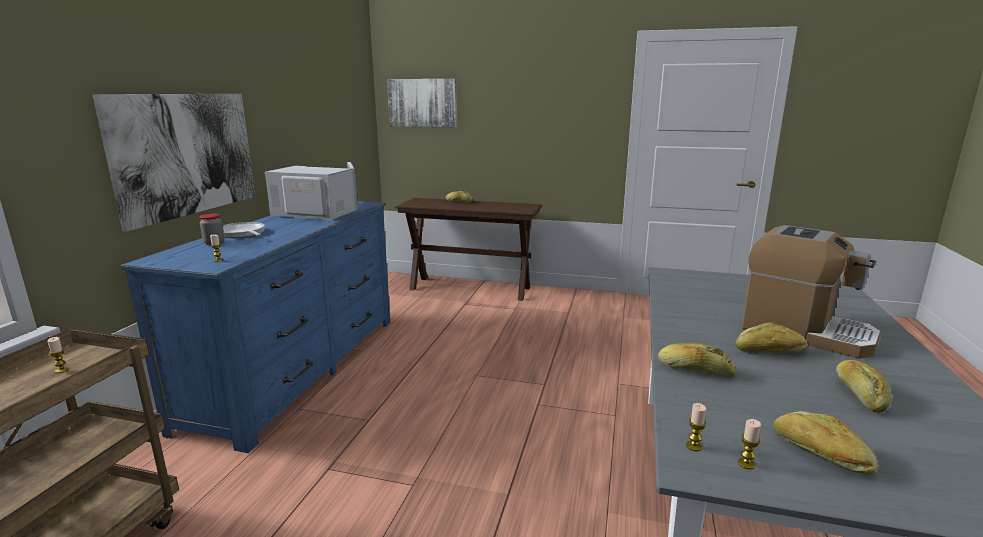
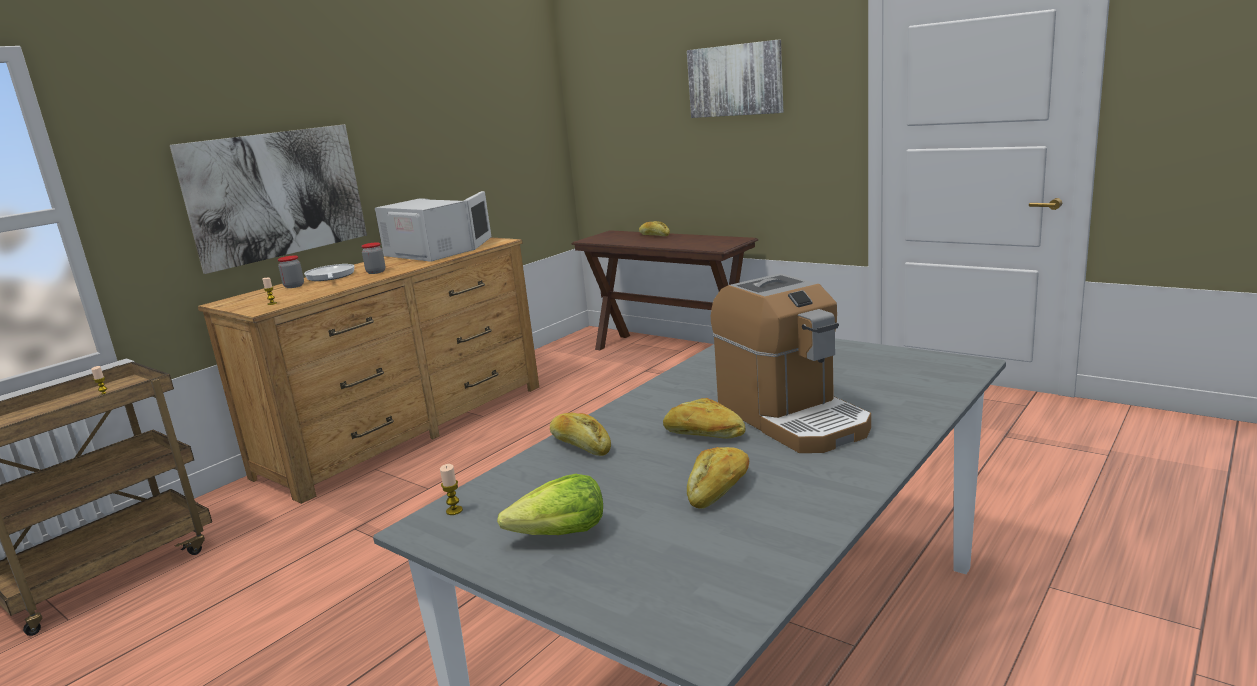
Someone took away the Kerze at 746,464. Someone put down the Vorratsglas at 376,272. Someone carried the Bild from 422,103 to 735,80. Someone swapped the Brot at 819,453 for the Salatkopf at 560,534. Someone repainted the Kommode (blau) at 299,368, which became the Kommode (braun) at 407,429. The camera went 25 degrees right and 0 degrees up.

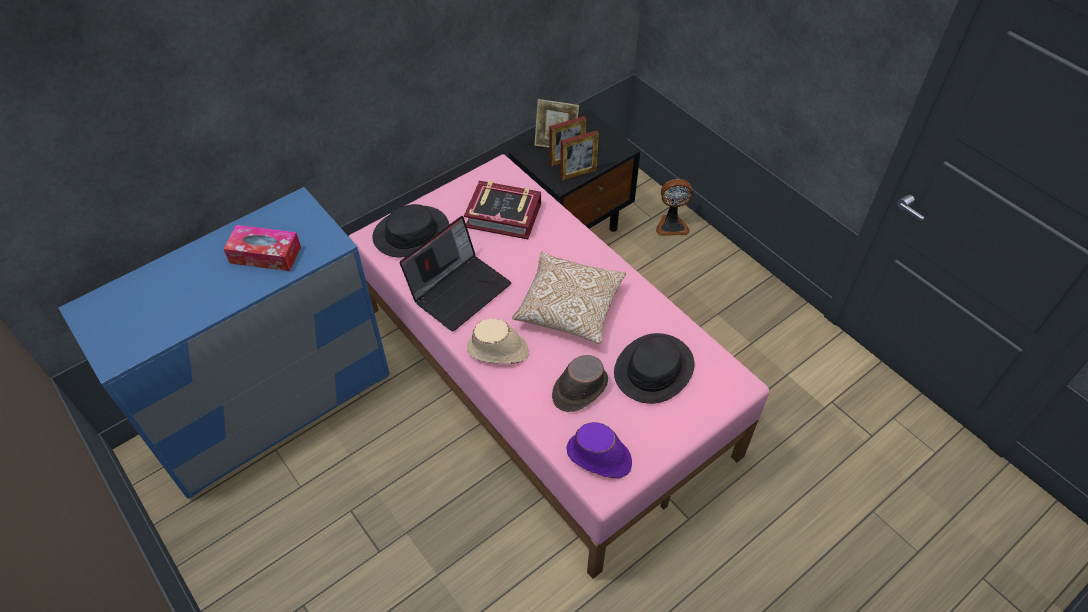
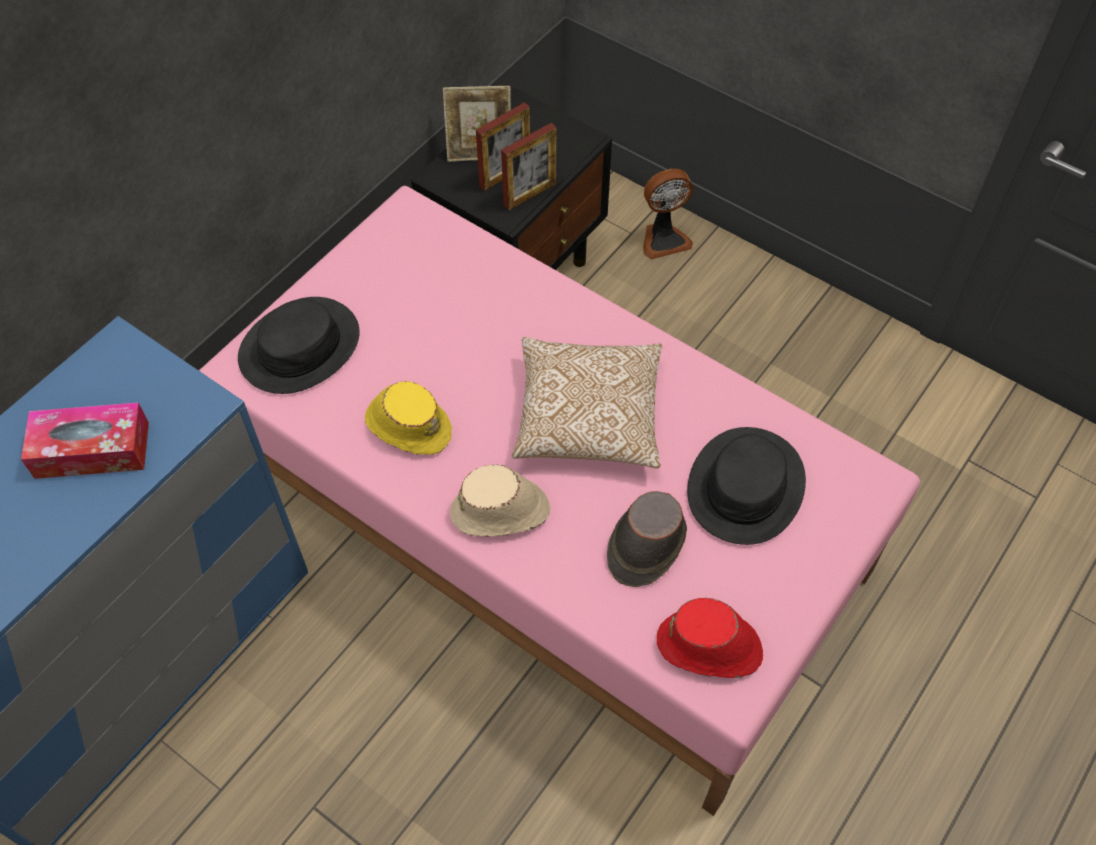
Someone took away the Buch at 503,215. Someone swapped the Laptop at 459,289 for the Hut (gelb) at 408,425. Someone repainted the Hut (lila) at 599,457, which became the Hut (rot) at 710,647. The camera went 15 degrees left and 5 degrees up.

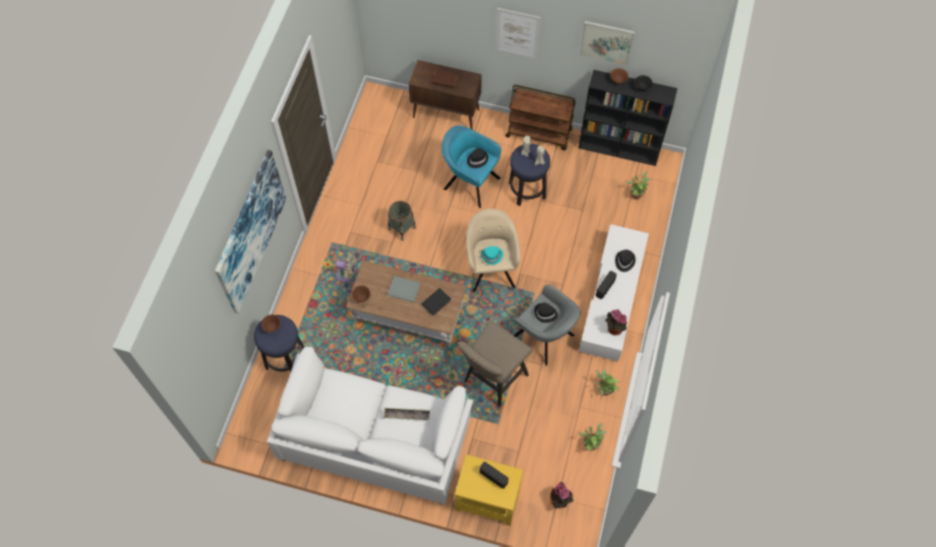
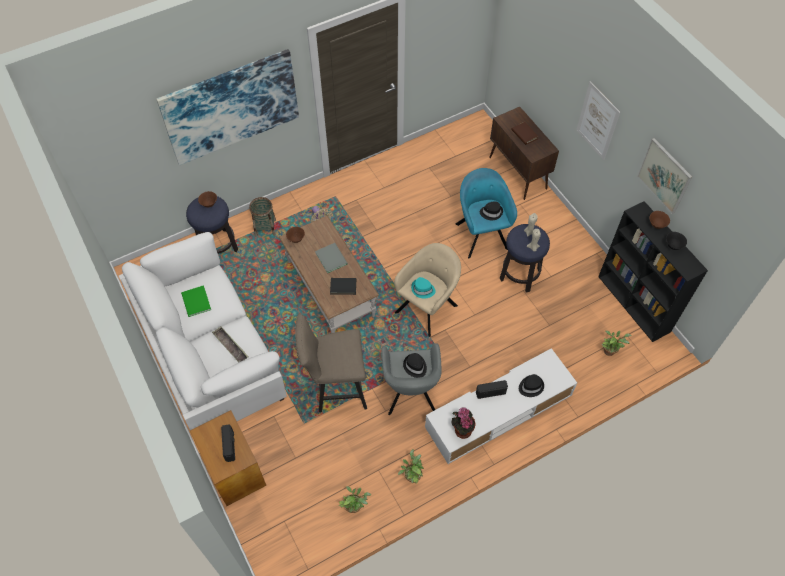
Someone took away the Rollwagen (braun) at 539,133. Someone took away the Topfpflanze at 560,501. Someone put down the Buch (grün) at 195,302. Someone carried the Korb from 402,228 to 265,228. Someone repainted the Beistelltisch (gelb) at 487,498, which became the Beistelltisch (braun) at 234,469. The camera went 45 degrees right and 5 degrees down.

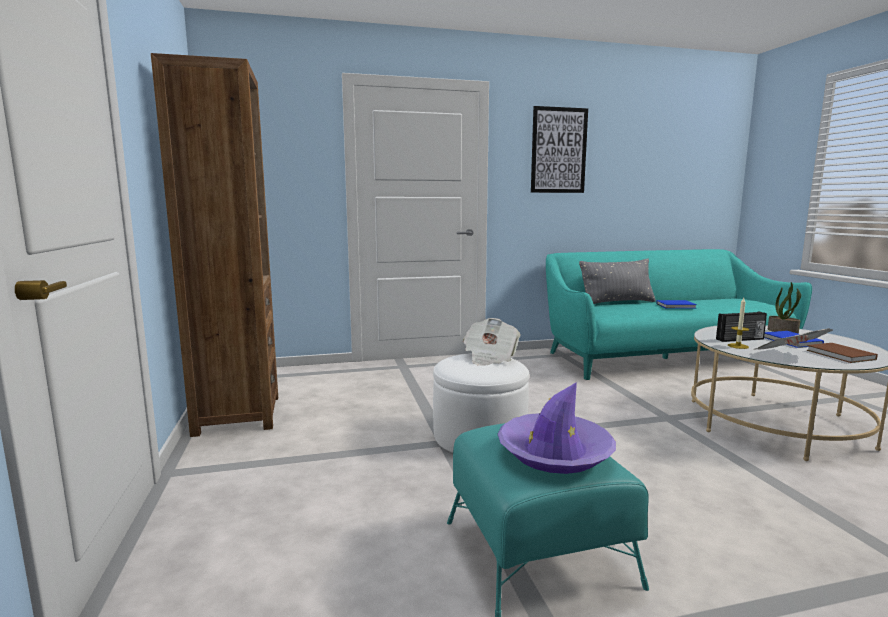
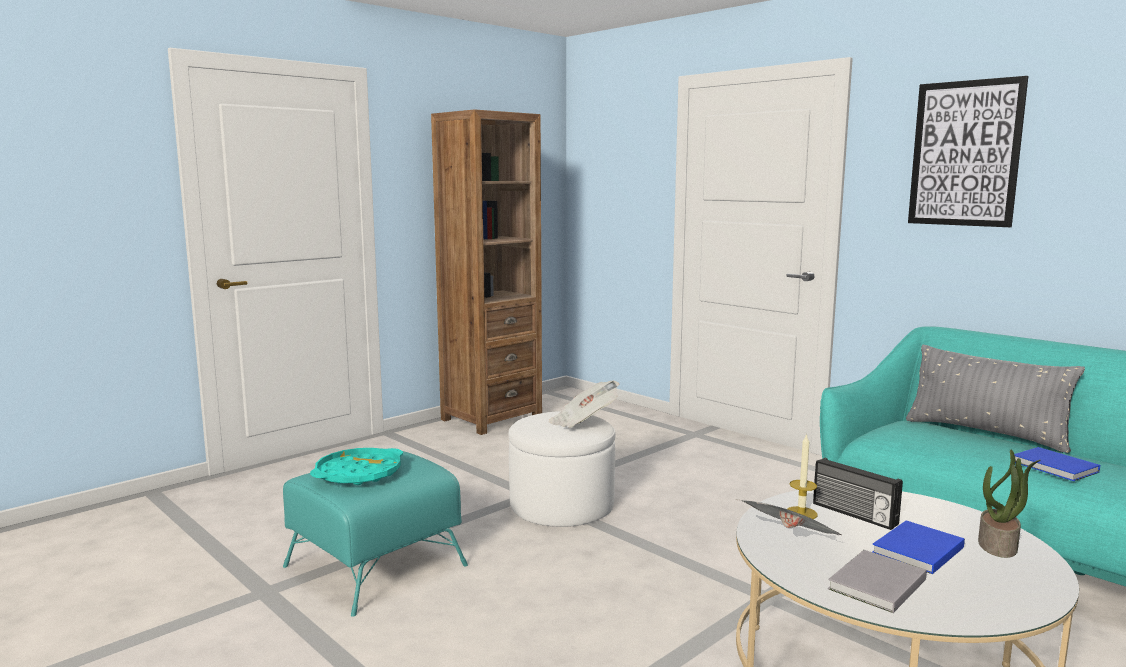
Someone swapped the Hut (lila) at 554,452 for the Tablett (türkis) at 358,473. Someone repainted the Buch (braun) at 841,355, which became the Buch (grau) at 874,585. The camera went 60 degrees right and 0 degrees up.

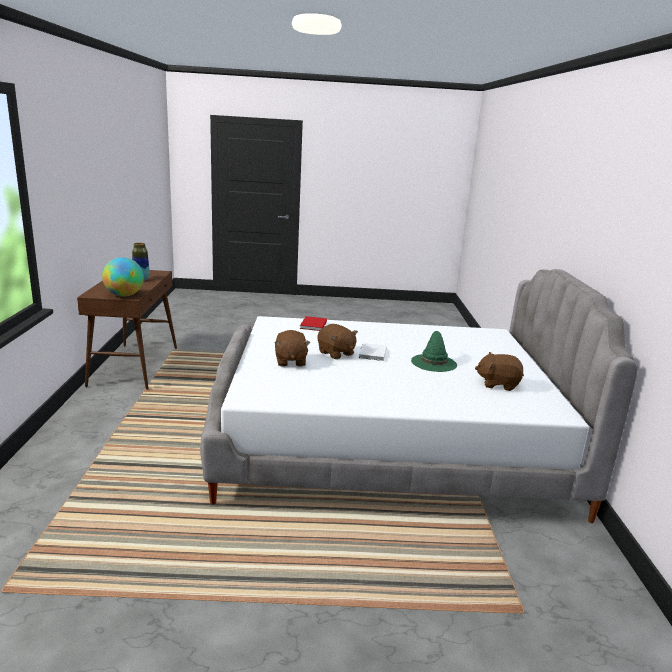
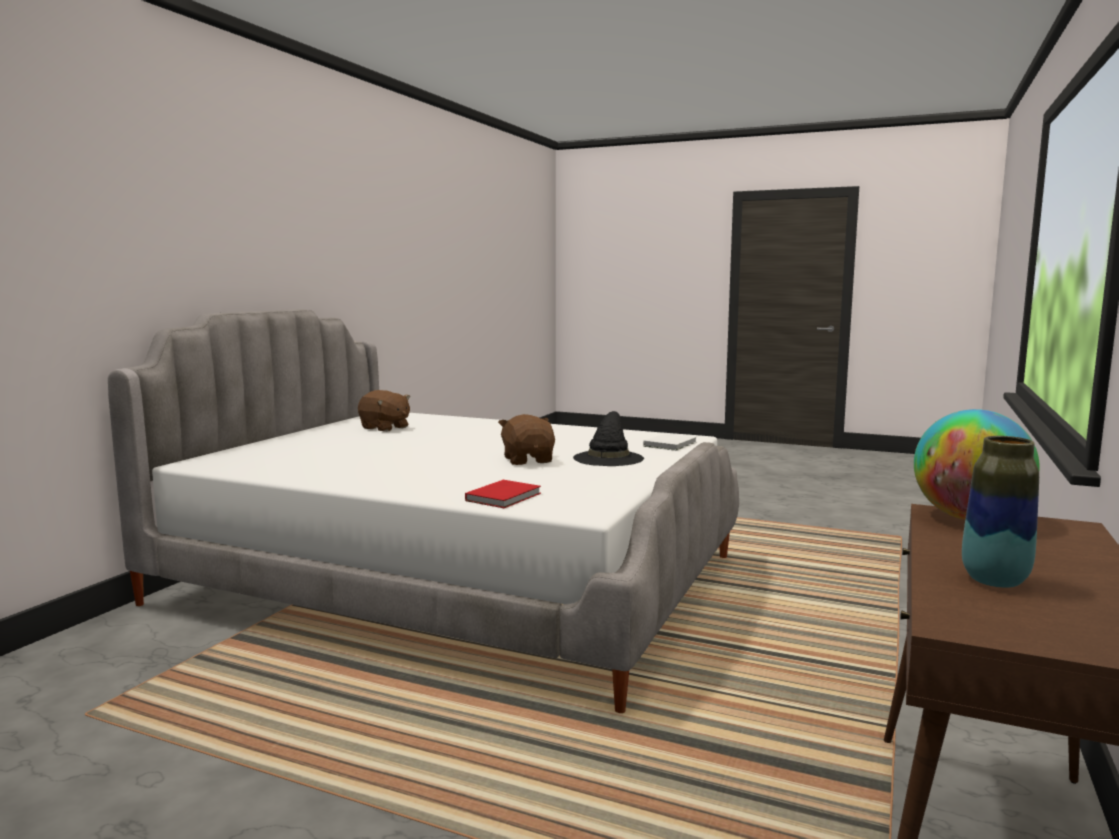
Someone took away the Hut (grün) at 433,362. Someone carried the Buch (weiß) from 372,353 to 671,444. Someone swapped the Plüschtier (braun) at 290,361 for the Hut (schwarz) at 608,458. The camera went 155 degrees left and 10 degrees down.

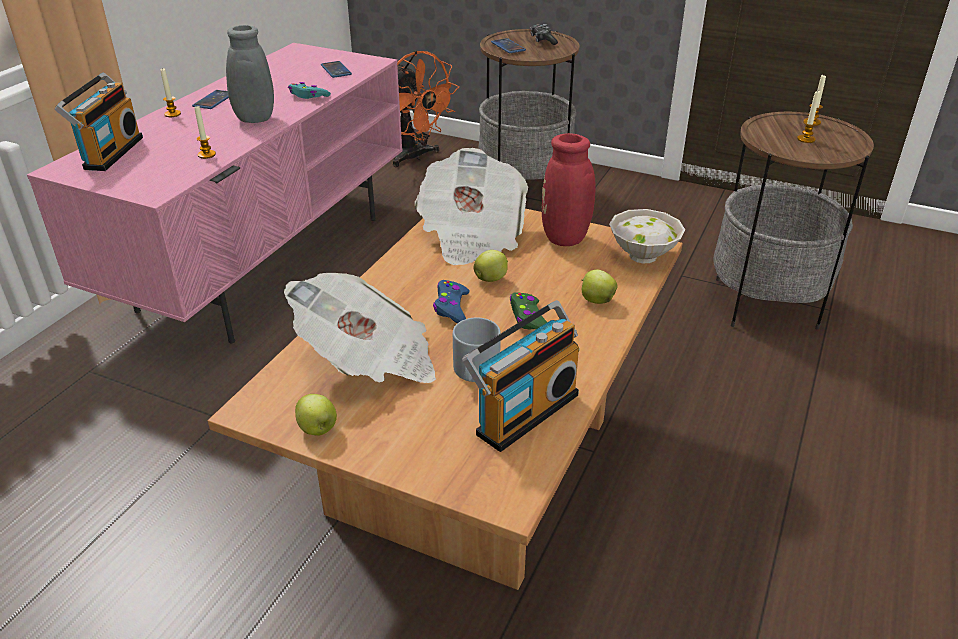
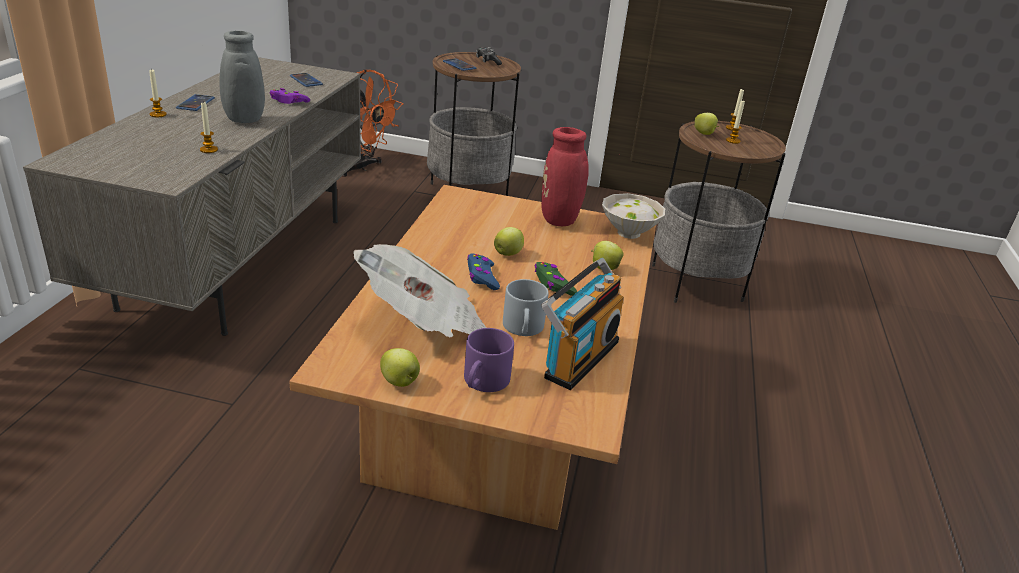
Someone took away the Radio at 110,153. Someone took away the Zeitung at 471,235. Someone put down the Henkelbecher (lila) at 484,383. Someone put down the Apfel at 704,134. Someone repainted the Fernsehschrank (rosa) at 264,260, which became the Fernsehschrank (grau) at 238,260. Someone repainted the Gamepad (türkis) at 308,96, which became the Gamepad (lila) at 288,101. The camera went 15 degrees left and 5 degrees down.

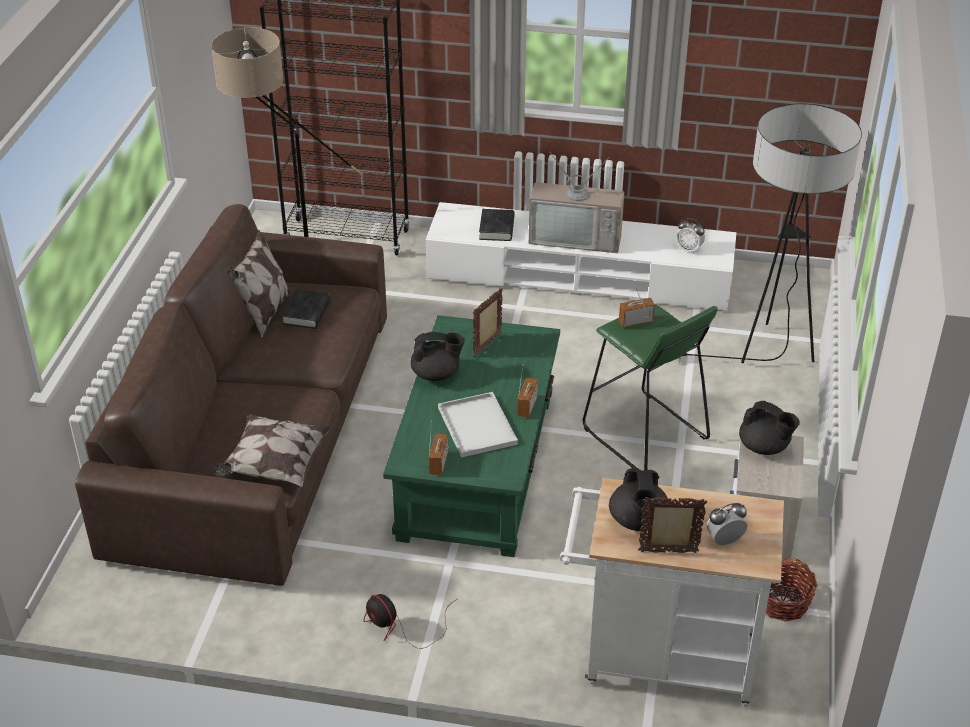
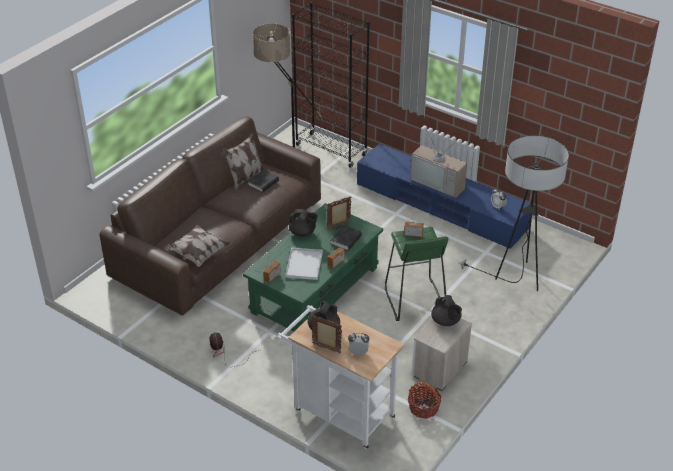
Someone carried the Buch (schwarz) from 496,229 to 346,240. Someone repainted the Fernsehschrank (weiß) at 580,277, which became the Fernsehschrank (blau) at 441,206. The camera went 25 degrees right and 0 degrees up.

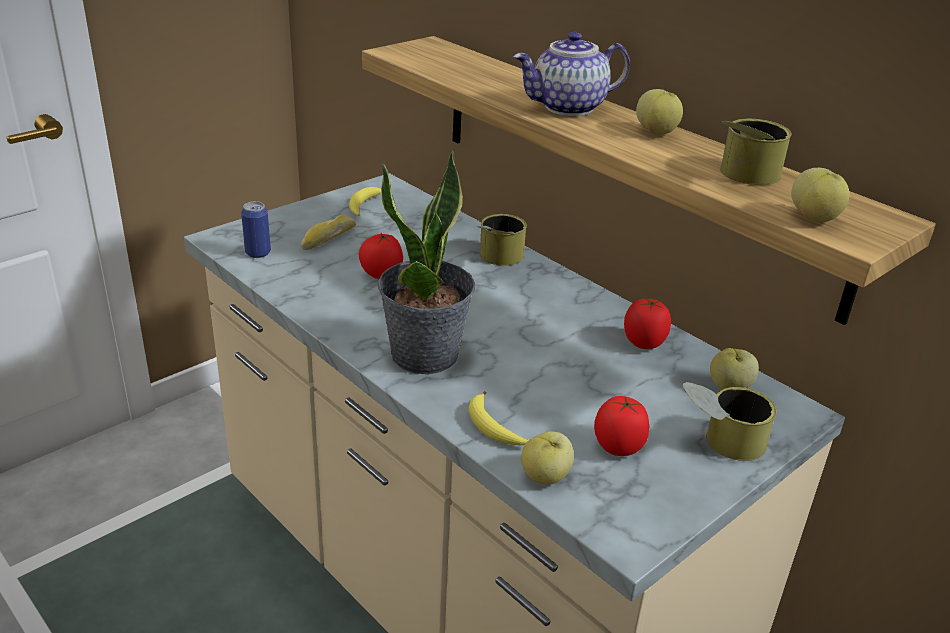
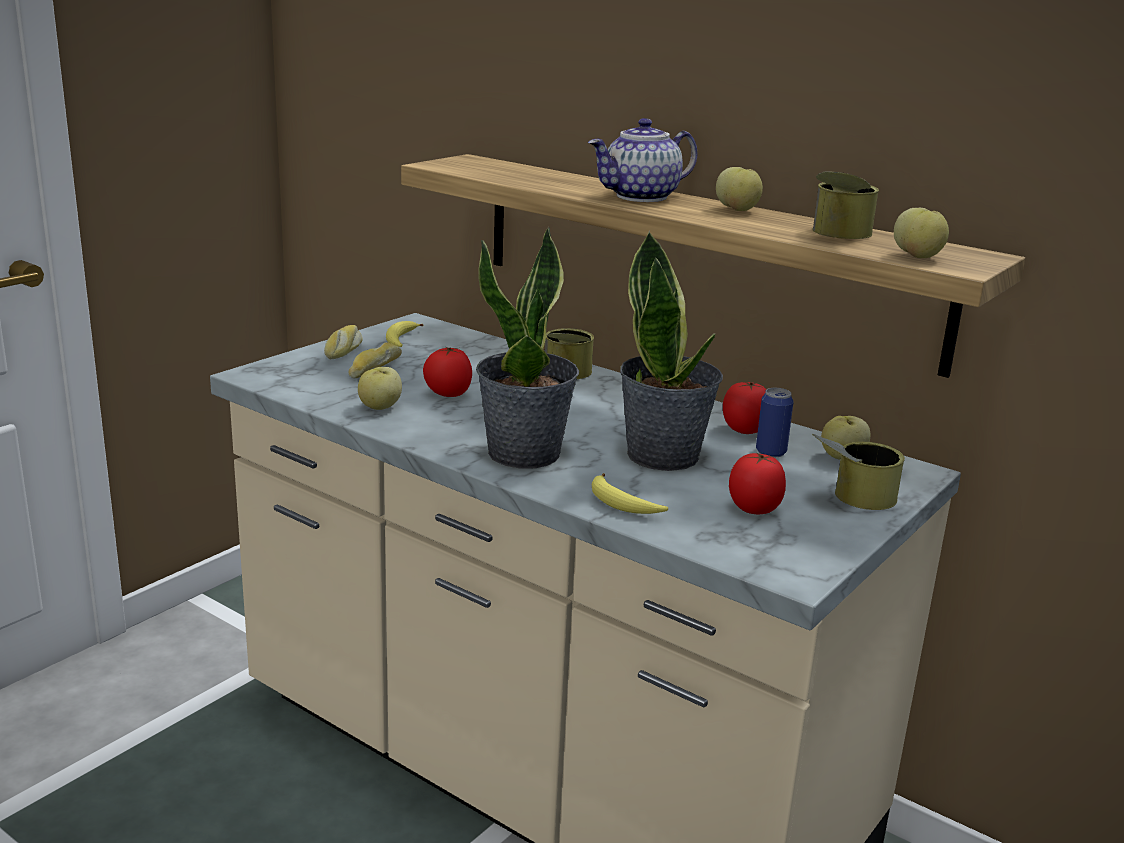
Someone put down the Brot at 345,350. Someone put down the Topfpflanze at 664,455. Someone carried the Dose from 258,253 to 771,452. Someone carried the Apfel from 546,477 to 380,407. The camera went 10 degrees left and 10 degrees down.

